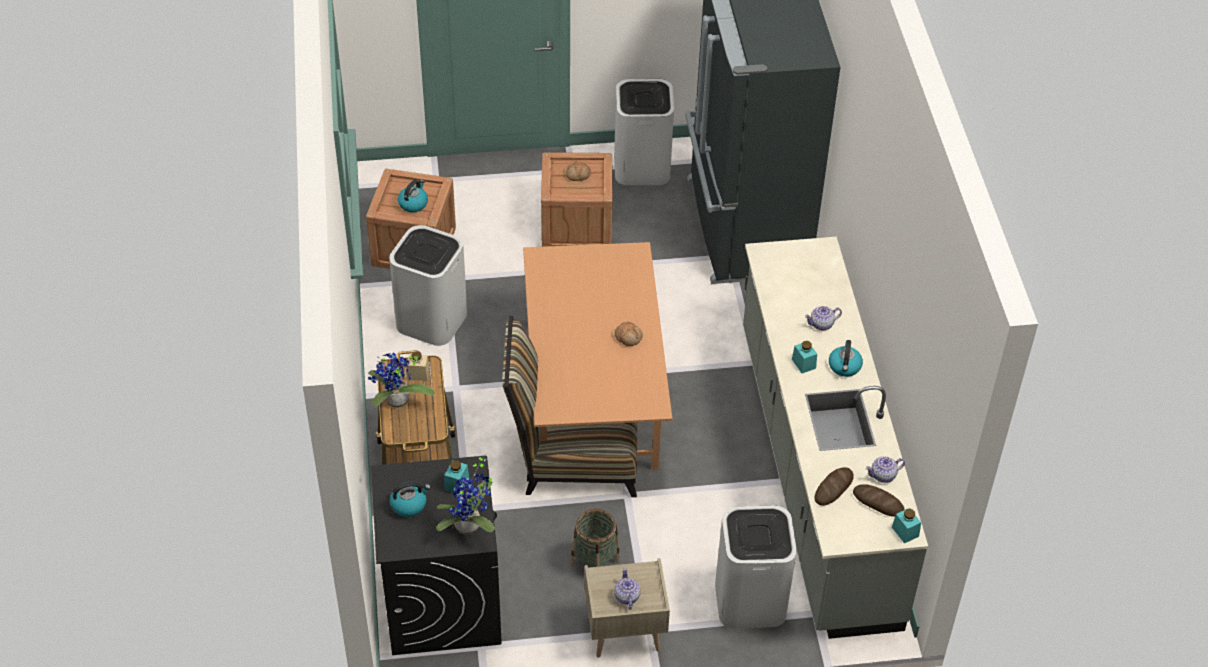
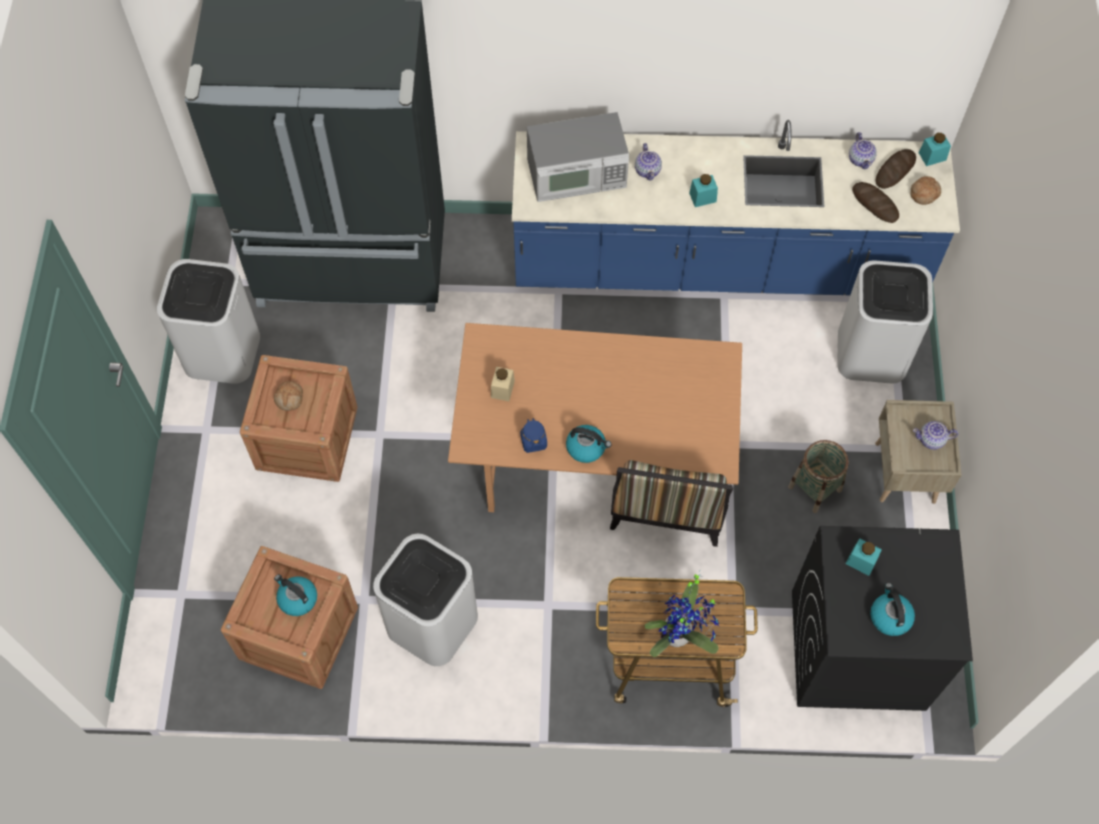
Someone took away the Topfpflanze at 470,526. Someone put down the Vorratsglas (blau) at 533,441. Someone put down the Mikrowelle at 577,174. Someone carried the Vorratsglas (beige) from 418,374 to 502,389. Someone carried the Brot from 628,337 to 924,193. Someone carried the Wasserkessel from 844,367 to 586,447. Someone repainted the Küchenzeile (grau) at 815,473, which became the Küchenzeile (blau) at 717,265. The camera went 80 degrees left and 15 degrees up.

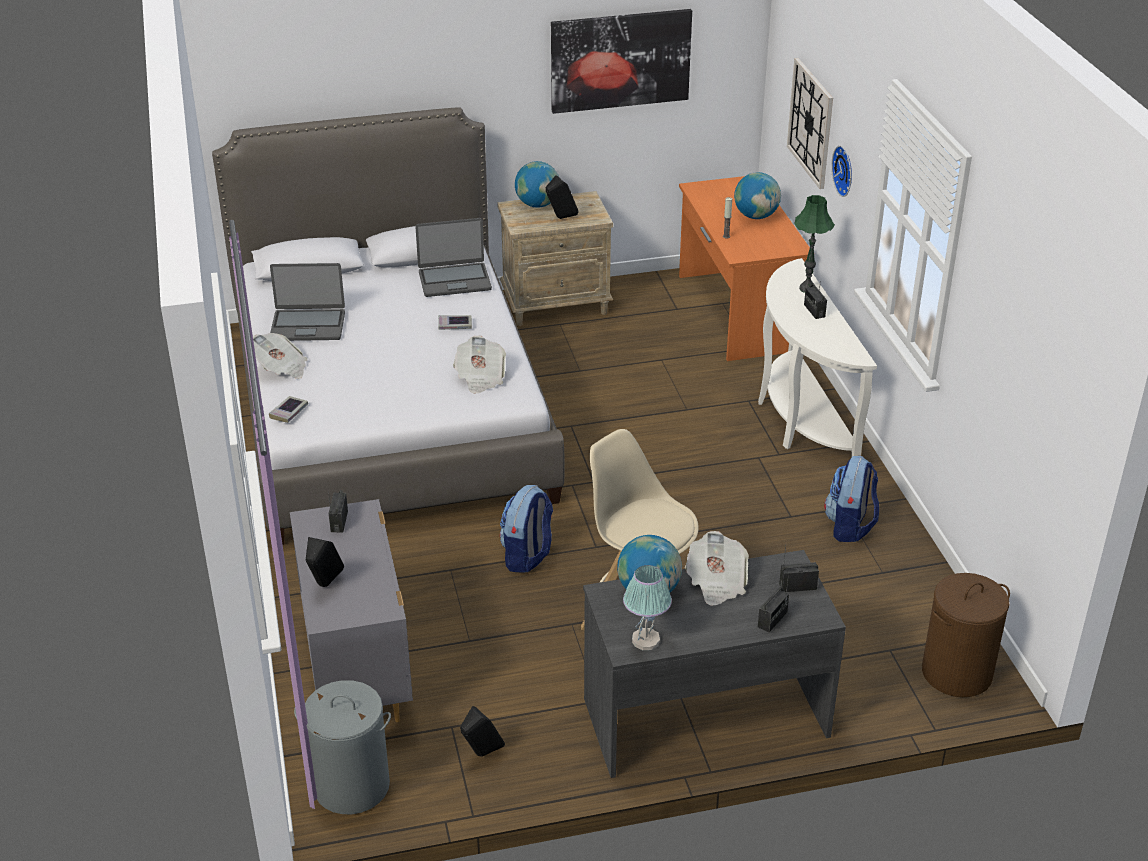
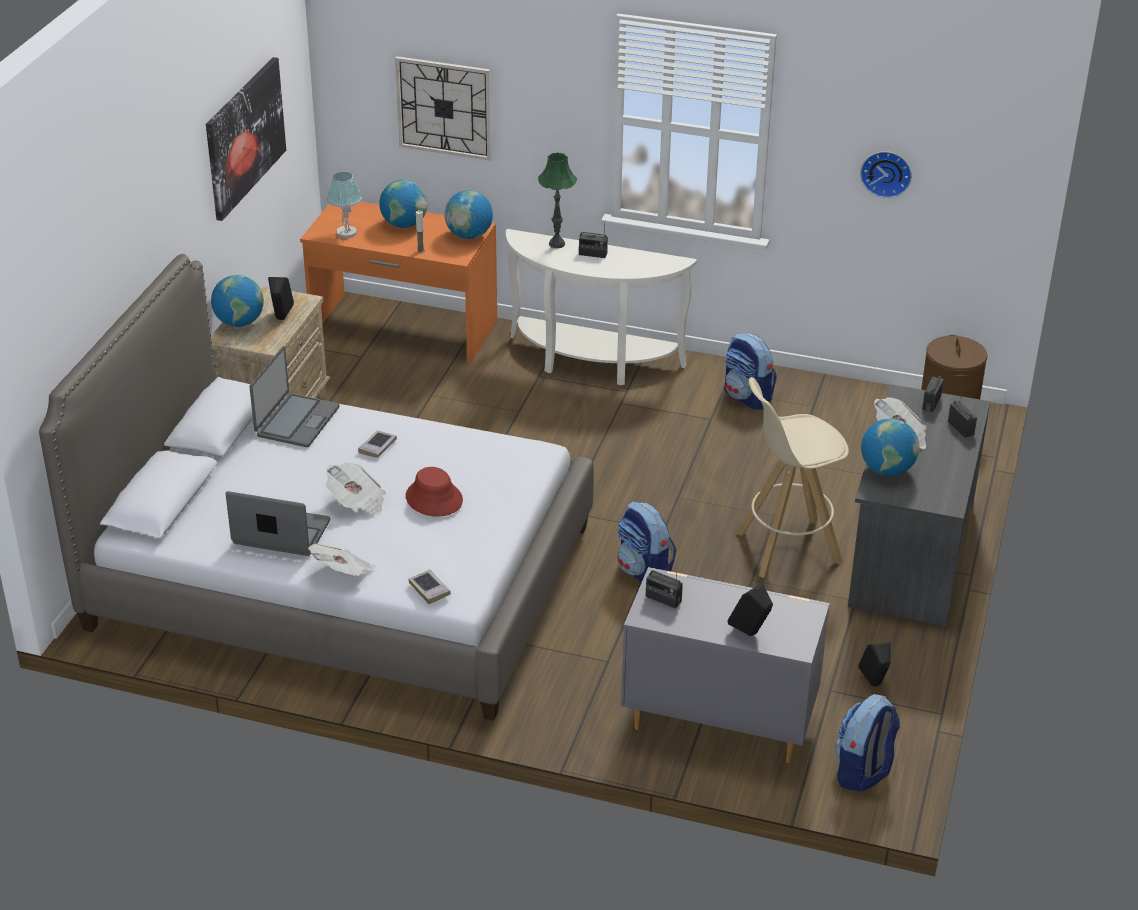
Someone put down the Hut (rot) at 433,499. Someone put down the Globus at 469,235. Someone carried the Zeitung from 480,377 to 357,502. Someone carried the Tischlampe from 645,640 to 346,233. Someone carried the Wanduhr from 845,170 to 886,172. Someone swapped the Wäschekorb (grau) at 351,786 for the Rucksack at 863,772. Someone rotated the Laptop at 308,325 by 105 degrees counterclockwise. The camera went 60 degrees left and 0 degrees up.

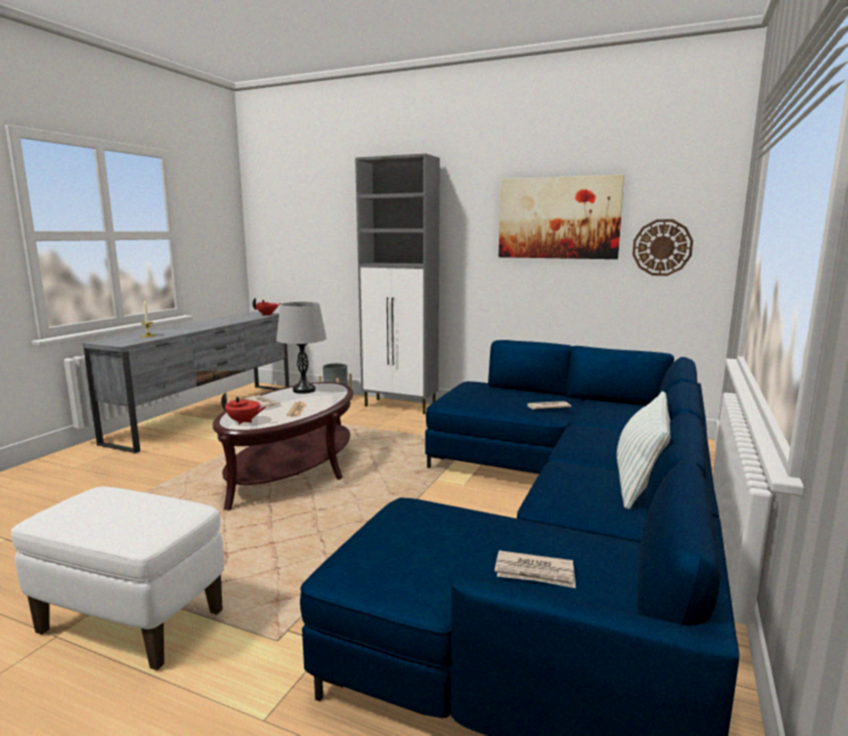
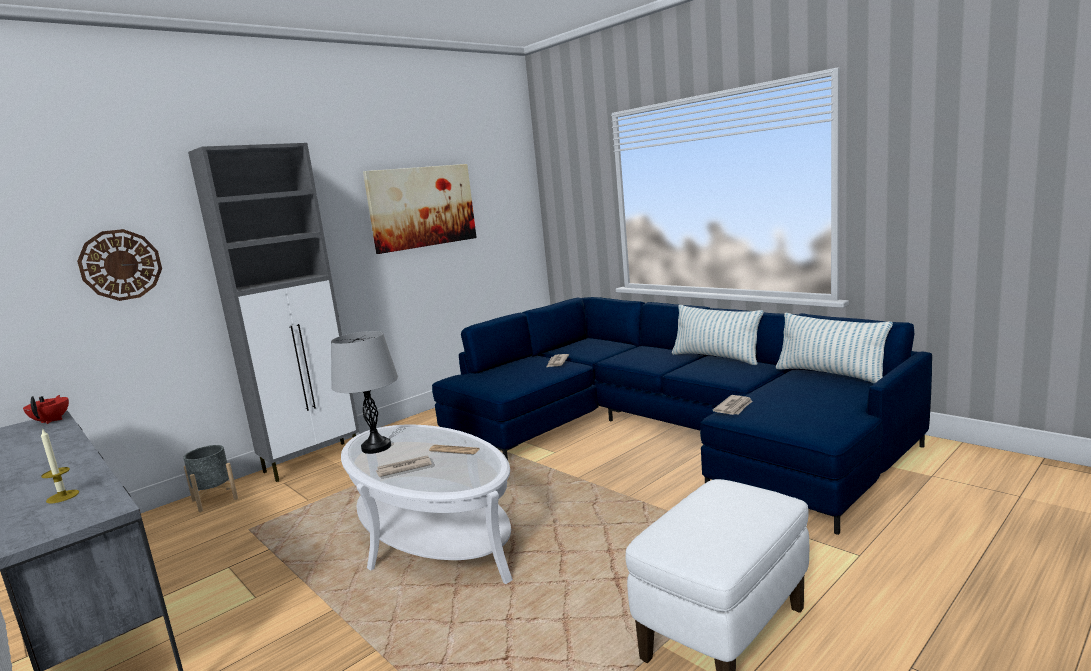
Someone took away the Teekanne (rot) at 244,422. Someone put down the Kissen at 830,374. Someone carried the Zeitung from 535,573 to 734,407. Someone carried the Wanduhr from 662,247 to 121,265. Someone repainted the Couchtisch (braun) at 293,470, which became the Couchtisch (weiß) at 433,537. The camera went 65 degrees left and 0 degrees up.

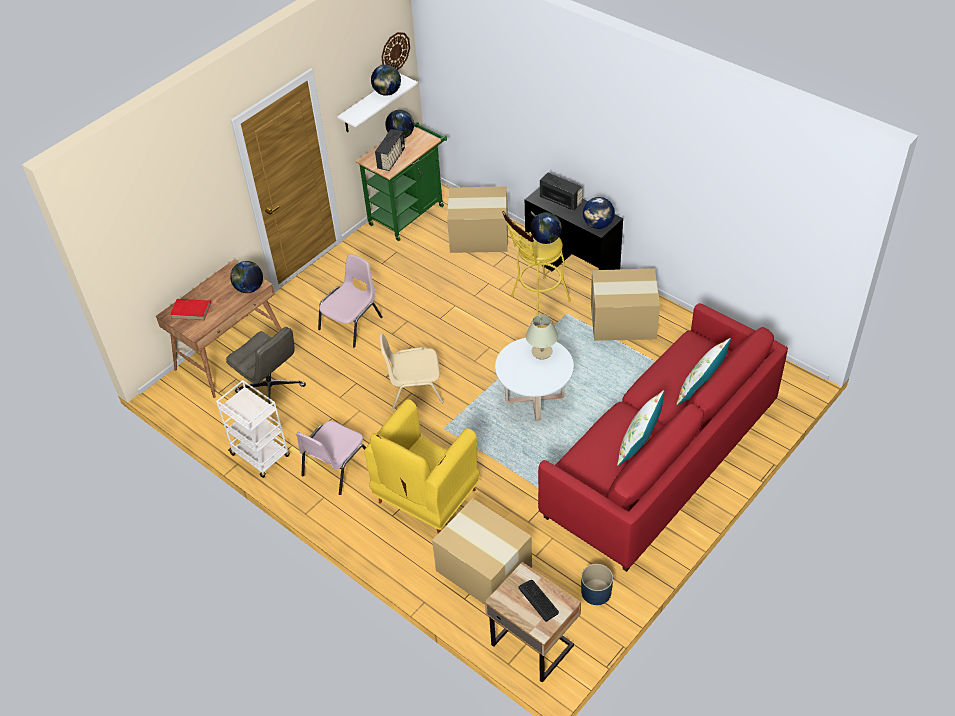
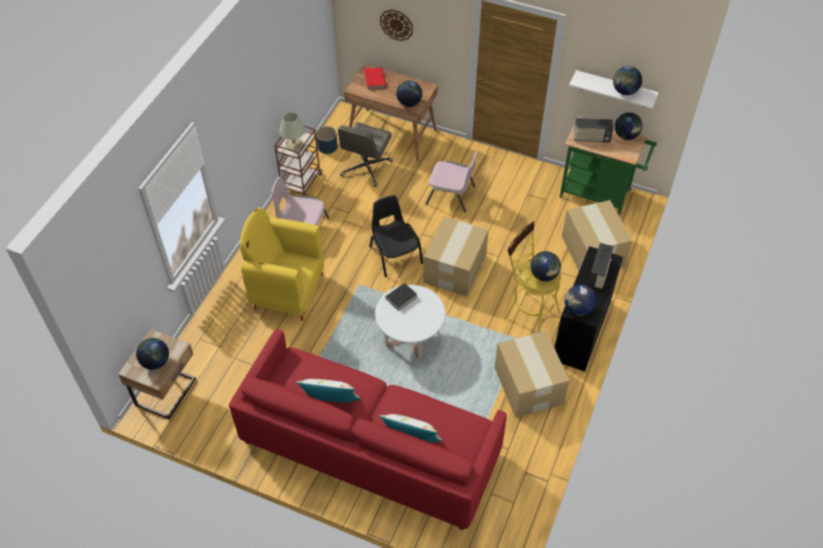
Someone put down the Buch (schwarz) at 401,298. Someone carried the Wanduhr from 395,52 to 396,24. Someone carried the Karton from 484,570 to 454,269. Someone carried the Tischlampe (beige) from 542,352 to 294,144. Someone carried the Pflanzkübel (blau) from 596,592 to 327,147. Someone swapped the Tastatur at 538,600 for the Globus at 156,362. Someone repainted the Rollwagen (weiß) at 261,456, which became the Rollwagen (braun) at 301,183. Someone repainted the Stuhl (beige) at 414,388, which became the Stuhl (schwarz) at 395,254. The camera went 70 degrees right and 5 degrees up.

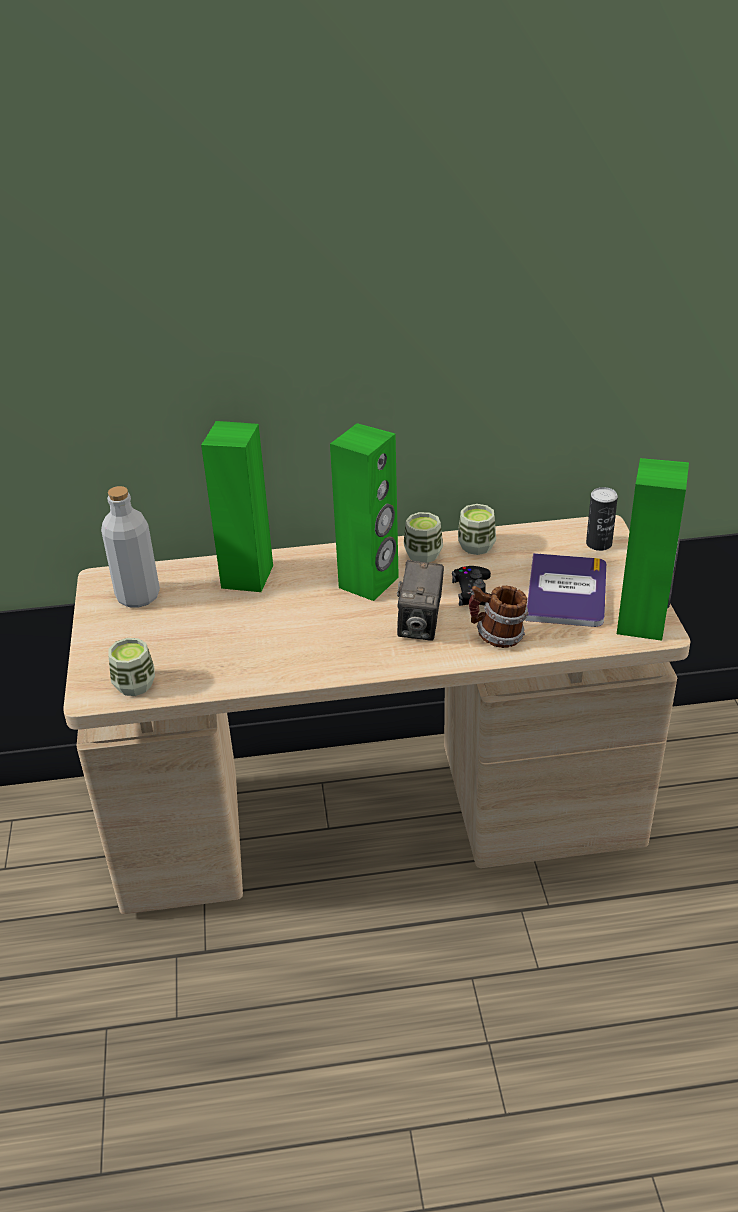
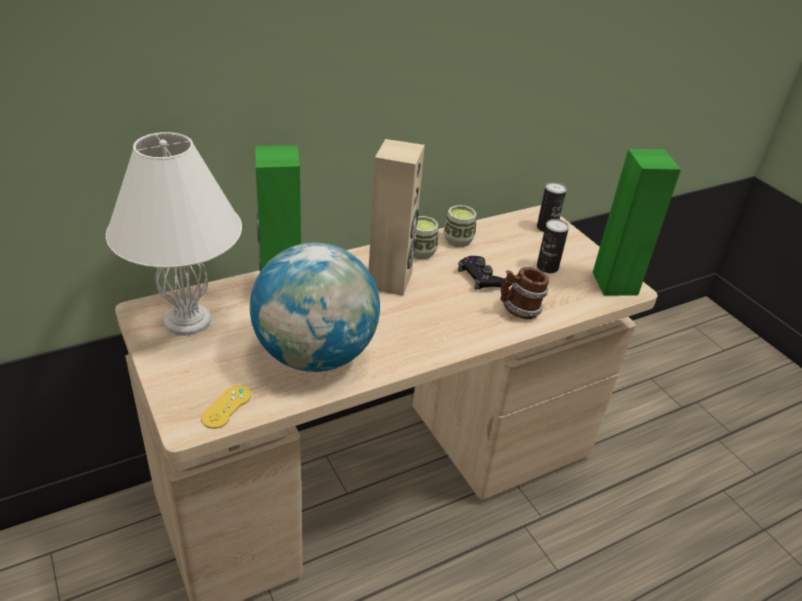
Someone took away the Kamera at 420,625. Someone put down the Globus at 315,355. Someone swapped the Flasche (grau) at 138,596 for the Tischlampe (weiß) at 187,321. Someone swapped the Tasse at 134,684 for the Gamepad (gelb) at 226,407. Someone swapped the Buch at 566,591 for the Dose at 547,267. Someone repainted the Lautsprecher (grün) at 369,583, which became the Lautsprecher (beige) at 391,281. The camera went 25 degrees left and 0 degrees up.

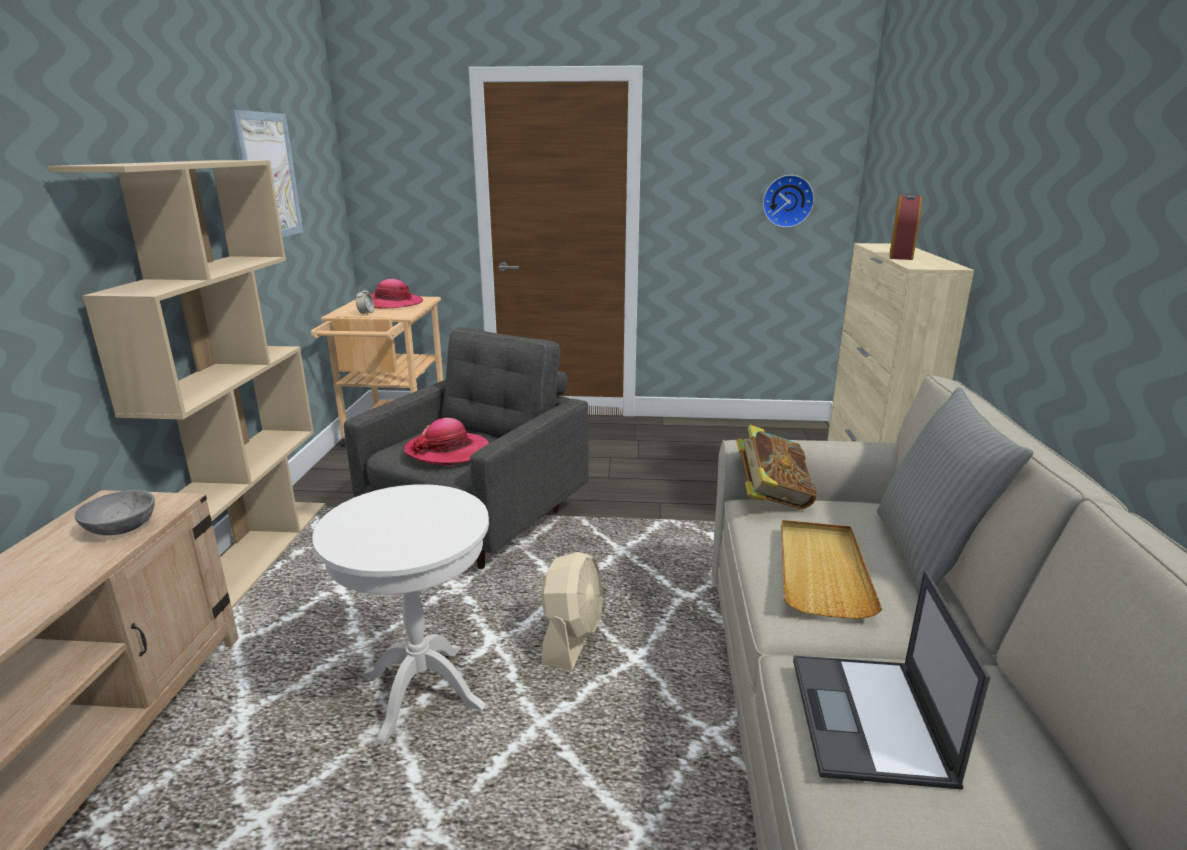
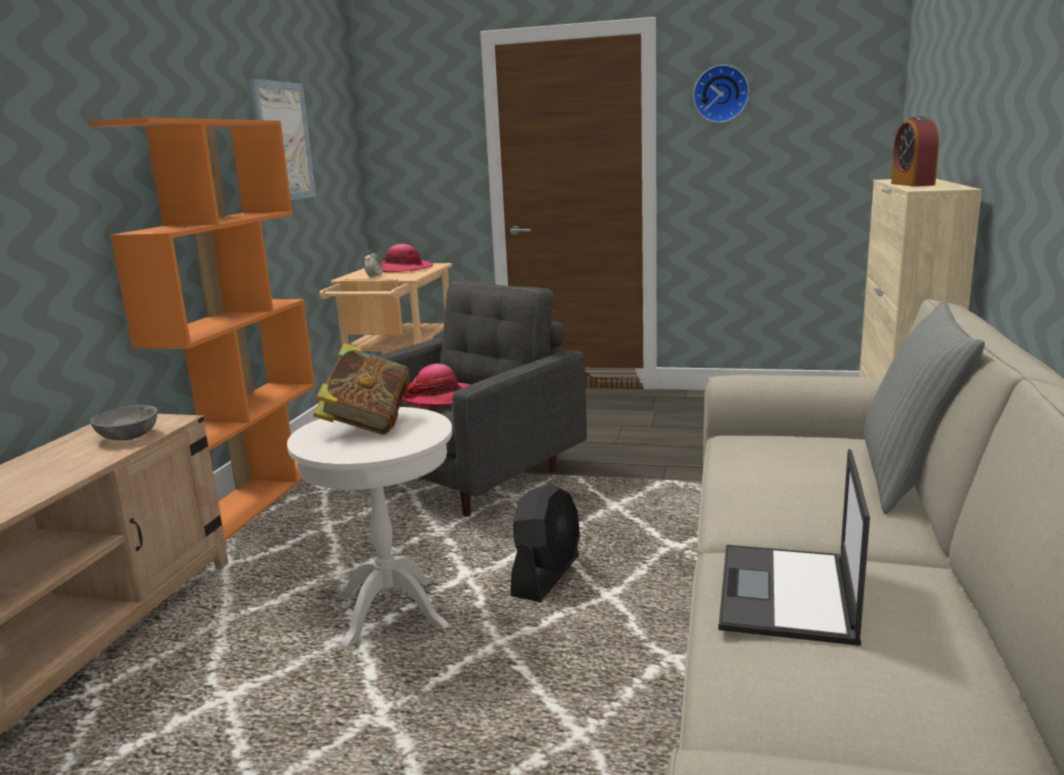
Someone took away the Tablett (beige) at 821,570. Someone carried the Buch from 771,497 to 367,424. Someone carried the Wanduhr from 787,201 to 720,94. Someone repainted the Bücherregal (beige) at 256,551, which became the Bücherregal (orange) at 254,497. Someone repainted the Ventilator (beige) at 572,638, which became the Ventilator (schwarz) at 546,576. Someone rotated the Wecker at 900,256 by 150 degrees clockwise. The camera went 10 degrees right and 5 degrees down.

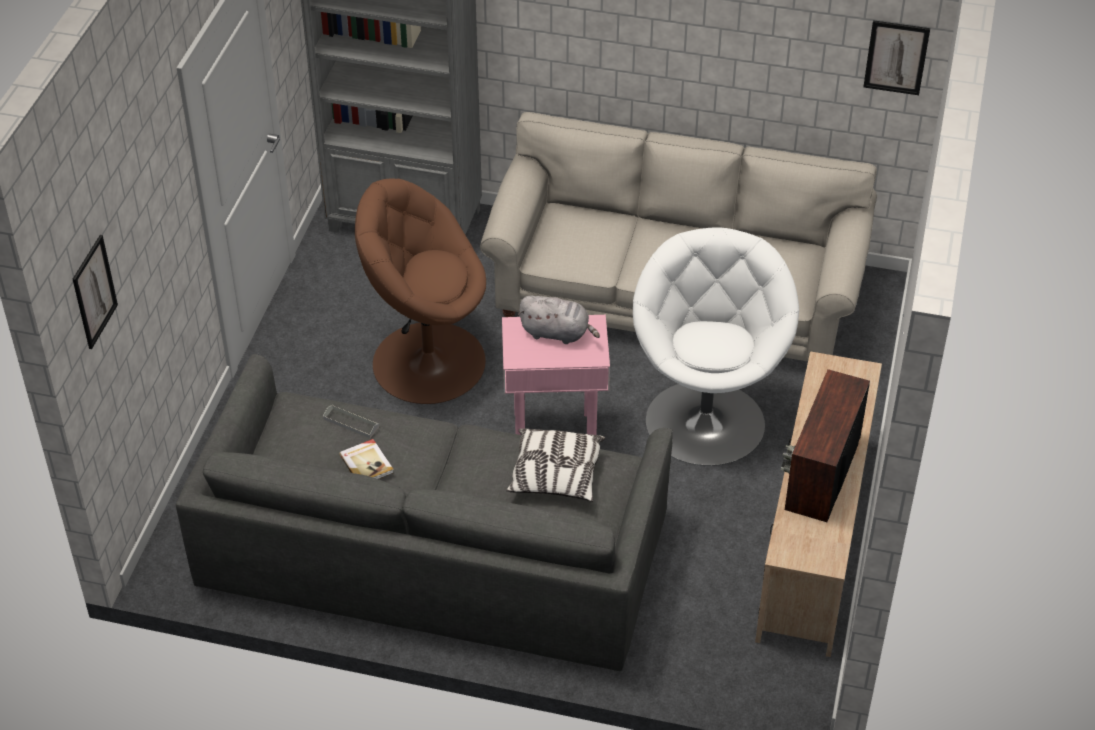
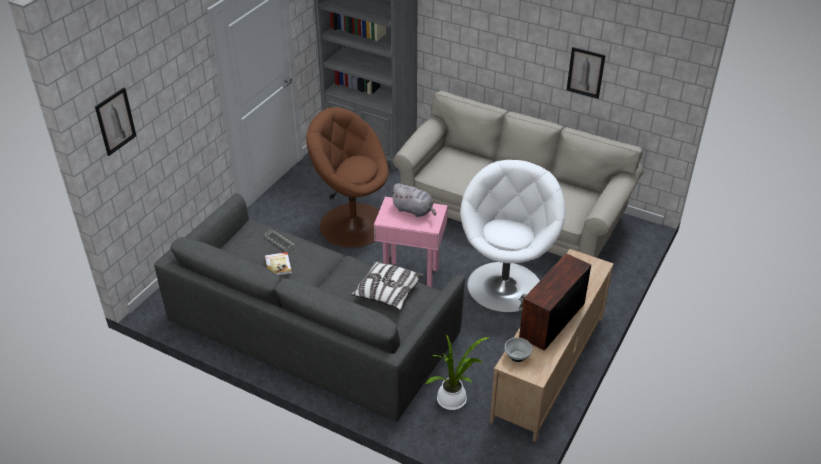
Someone put down the Topfpflanze at 454,400. Someone put down the Schüssel at 517,356. Someone carried the Bild from 896,57 to 585,72. The camera went 15 degrees right and 5 degrees down.

